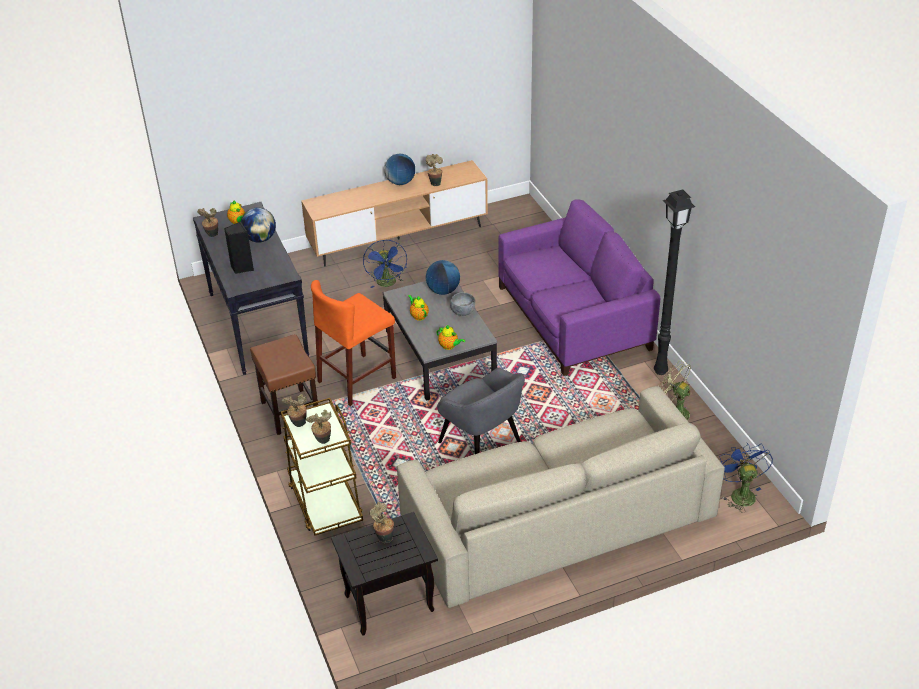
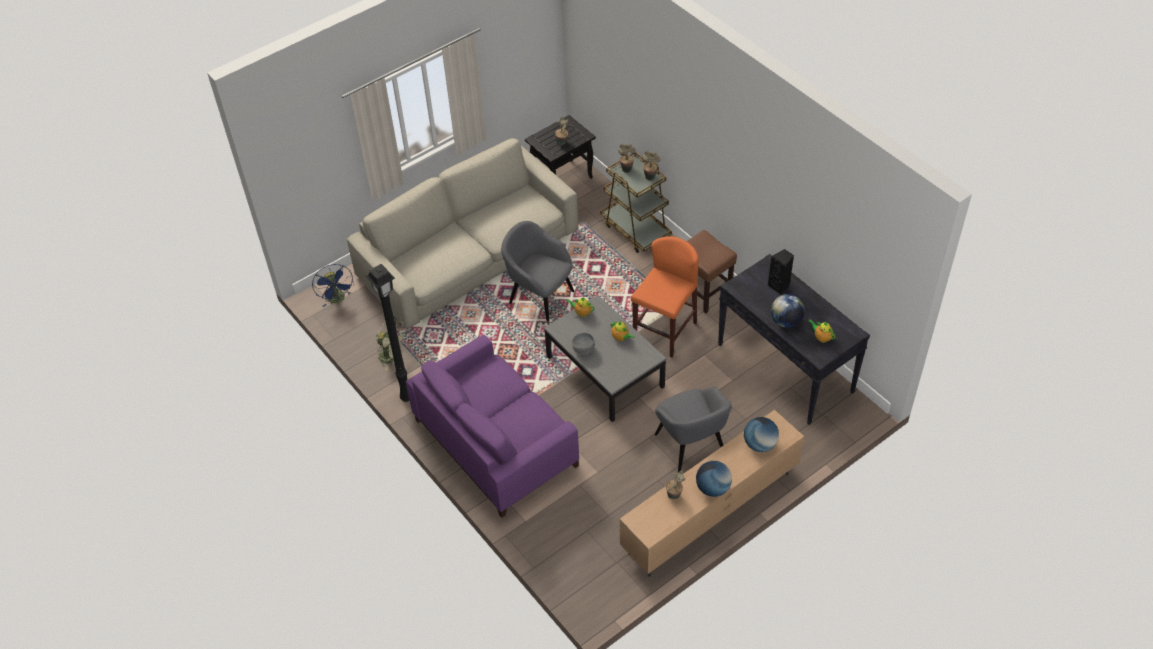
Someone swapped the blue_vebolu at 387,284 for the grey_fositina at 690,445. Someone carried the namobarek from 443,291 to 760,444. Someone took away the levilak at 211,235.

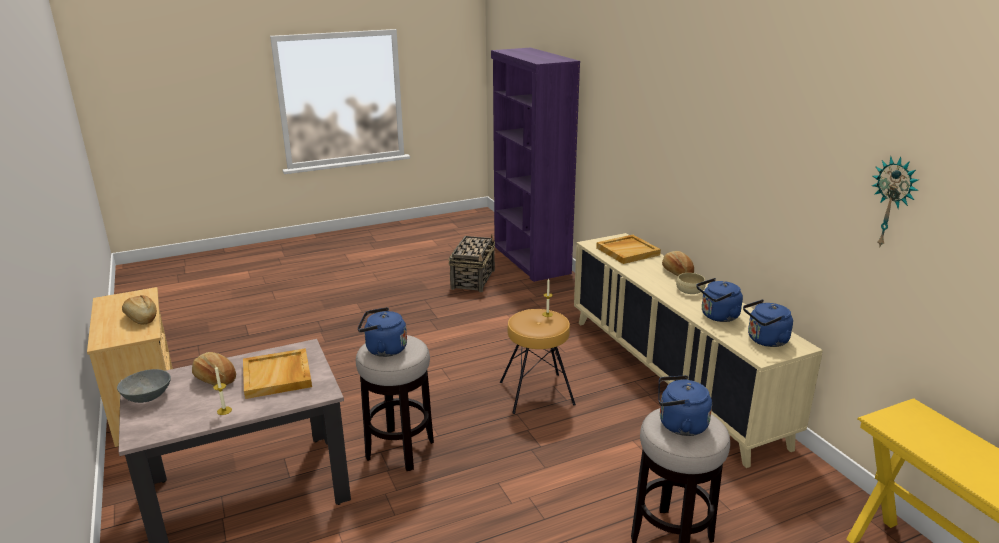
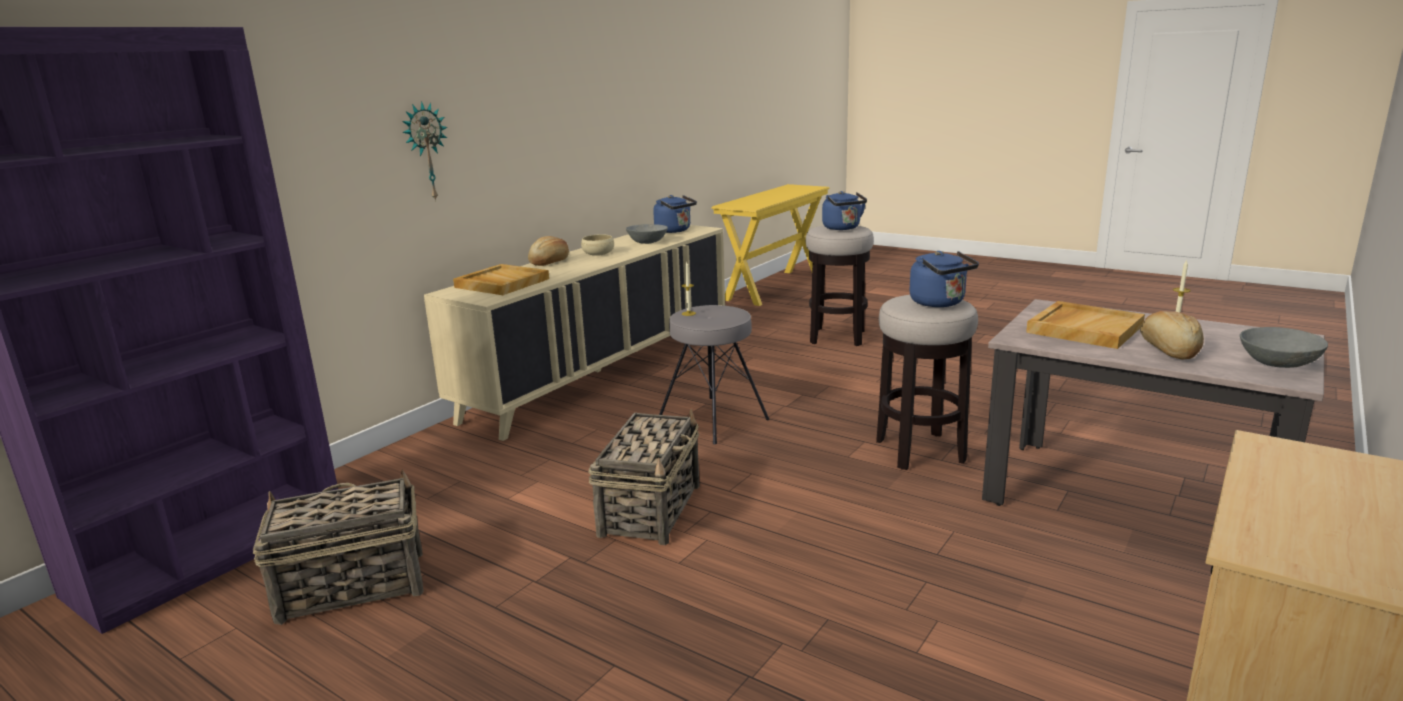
Someone carried the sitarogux from 892,202 to 425,152. Someone put down the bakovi at 651,509. Someone swapped the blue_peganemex at 717,316 for the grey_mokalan at 647,242. Someone repainted the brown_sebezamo at 537,393, which became the grey_sebezamo at 713,419. Someone took away the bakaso at 140,318.

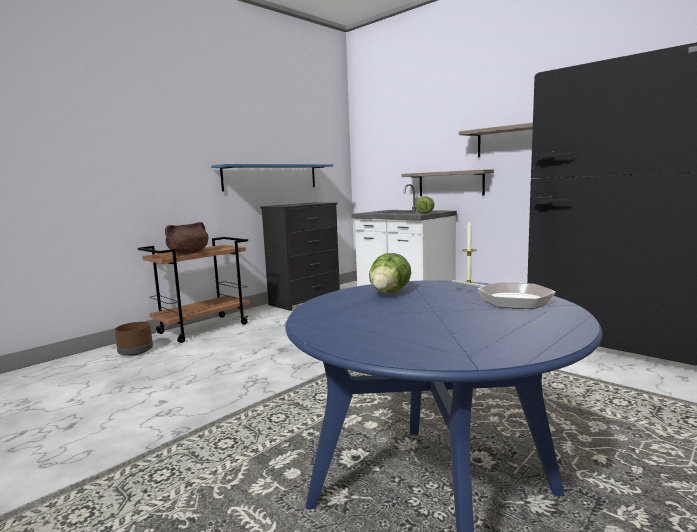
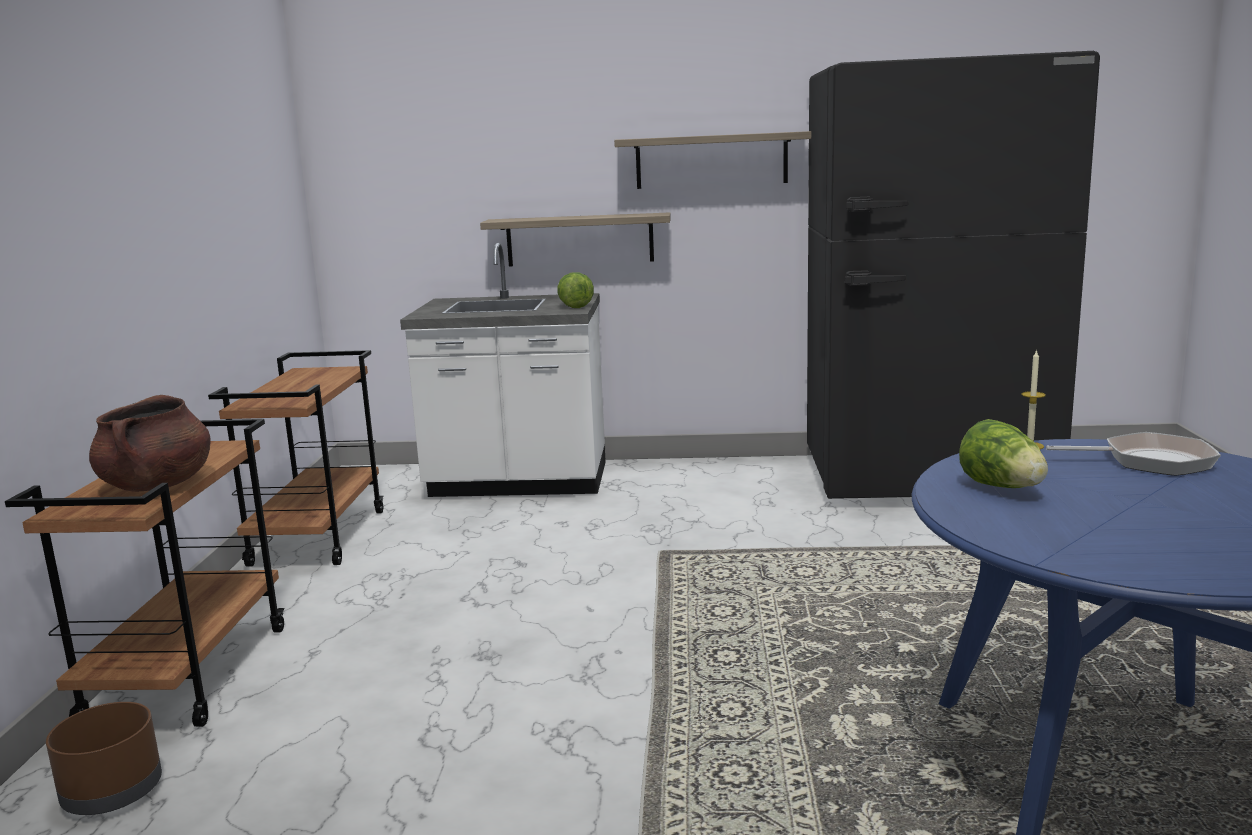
Someone swapped the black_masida at 306,300 for the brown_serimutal at 318,537. Someone took away the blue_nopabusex at 271,177.

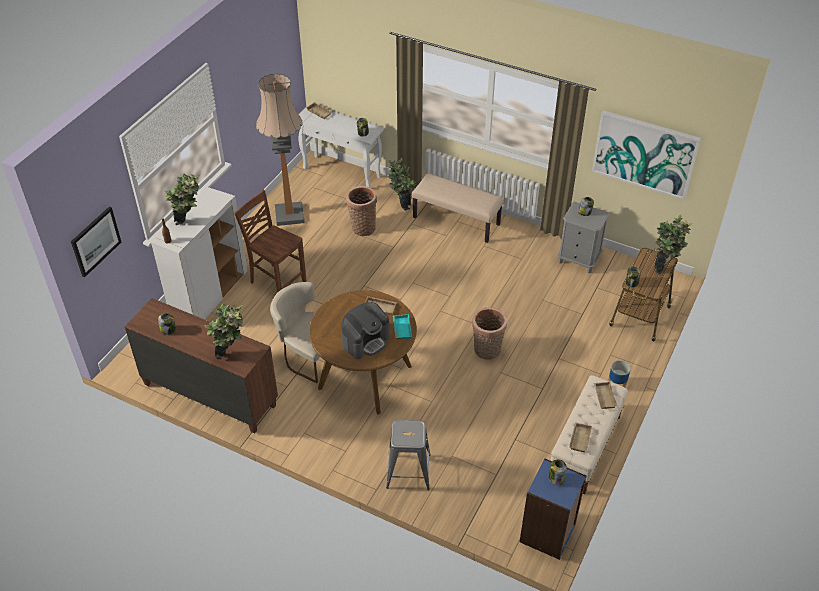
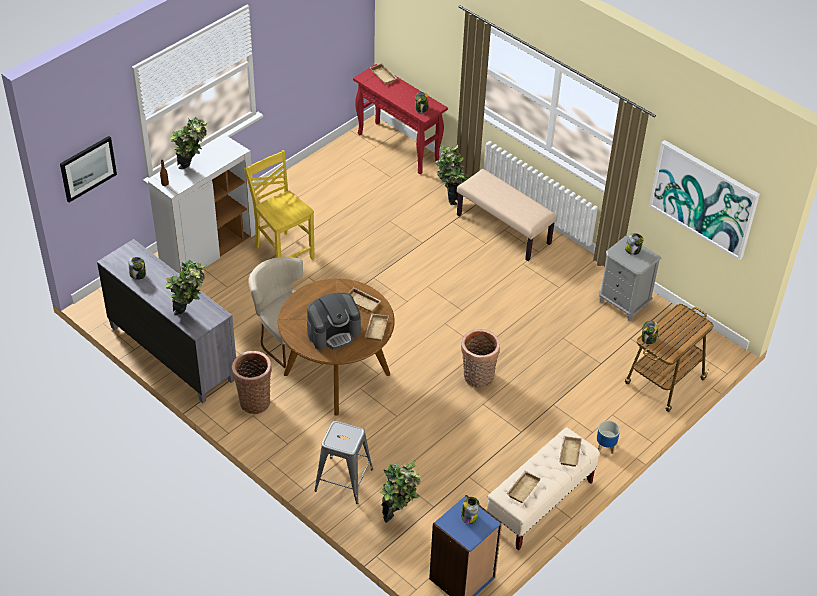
Someone repainted the brown_masida at 209,394, which became the grey_masida at 172,352. Someone carried the bakovi from 362,227 to 254,400. Someone repainted the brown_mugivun at 277,282, which became the yellow_mugivun at 283,252. Someone repainted the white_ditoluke at 342,173, which became the red_ditoluke at 399,148. Someone repainted the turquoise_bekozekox at 401,328, which became the beige_bekozekox at 375,329. Someone carried the levilak from 665,266 to 398,514. Someone took away the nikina at 289,215.

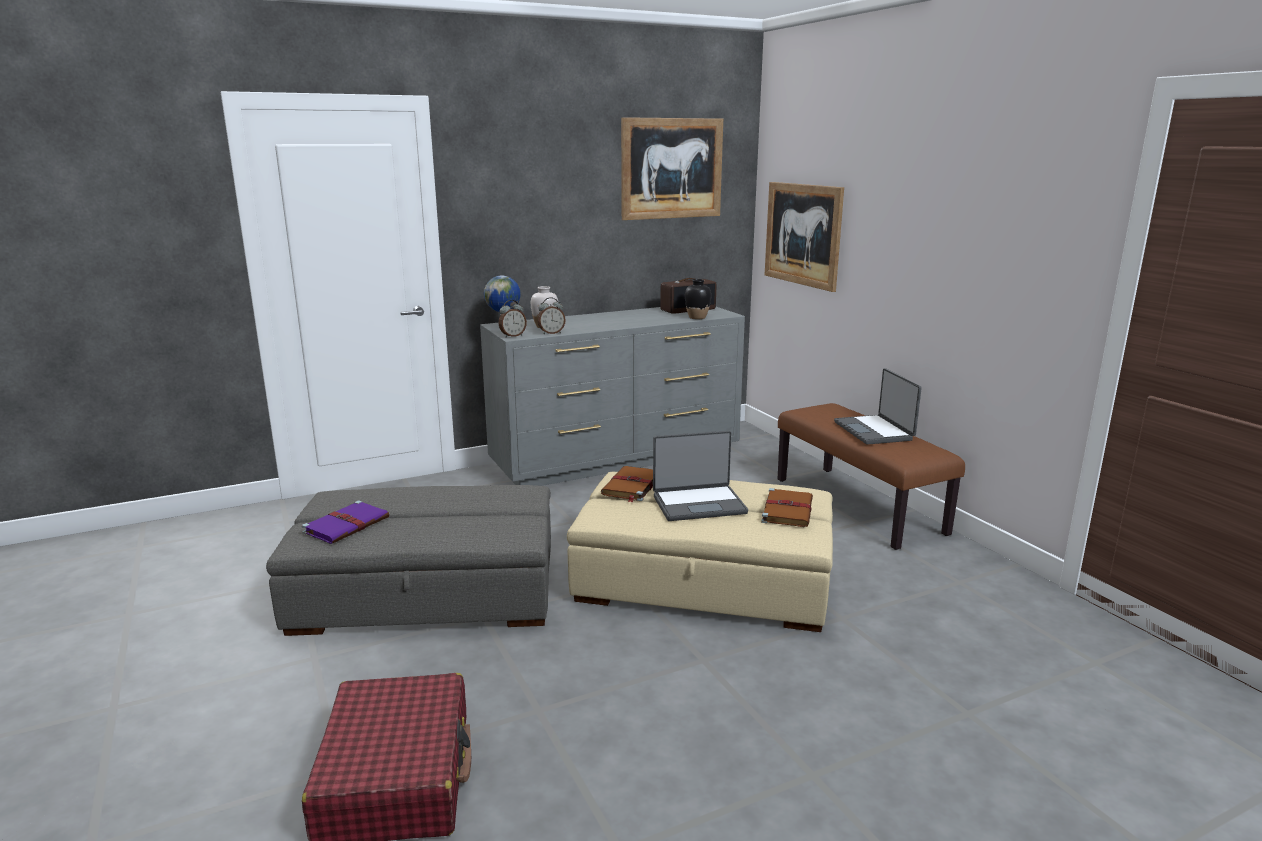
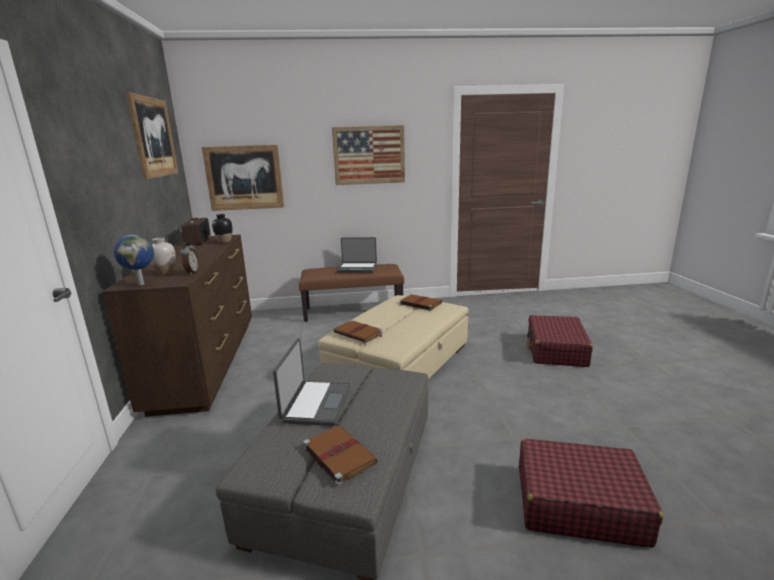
Someone repainted the grey_masida at 618,458, which became the brown_masida at 207,362. Someone carried the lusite from 699,504 to 315,403. Someone repainted the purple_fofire at 347,525, which became the brown_fofire at 338,455. Someone put up the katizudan at 369,155. Someone put down the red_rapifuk at 556,350. Someone took away the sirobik at 512,336.

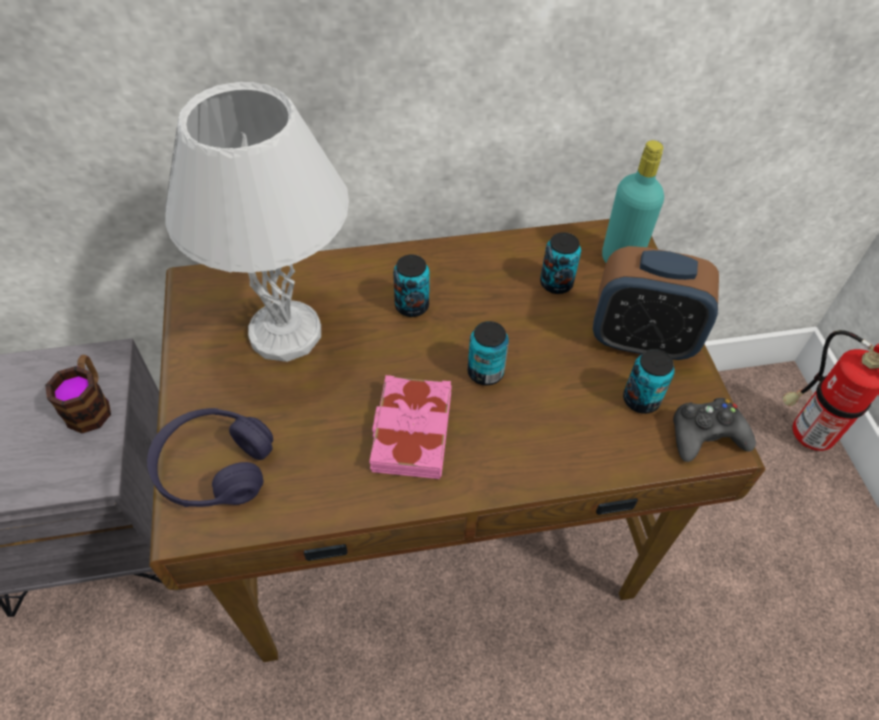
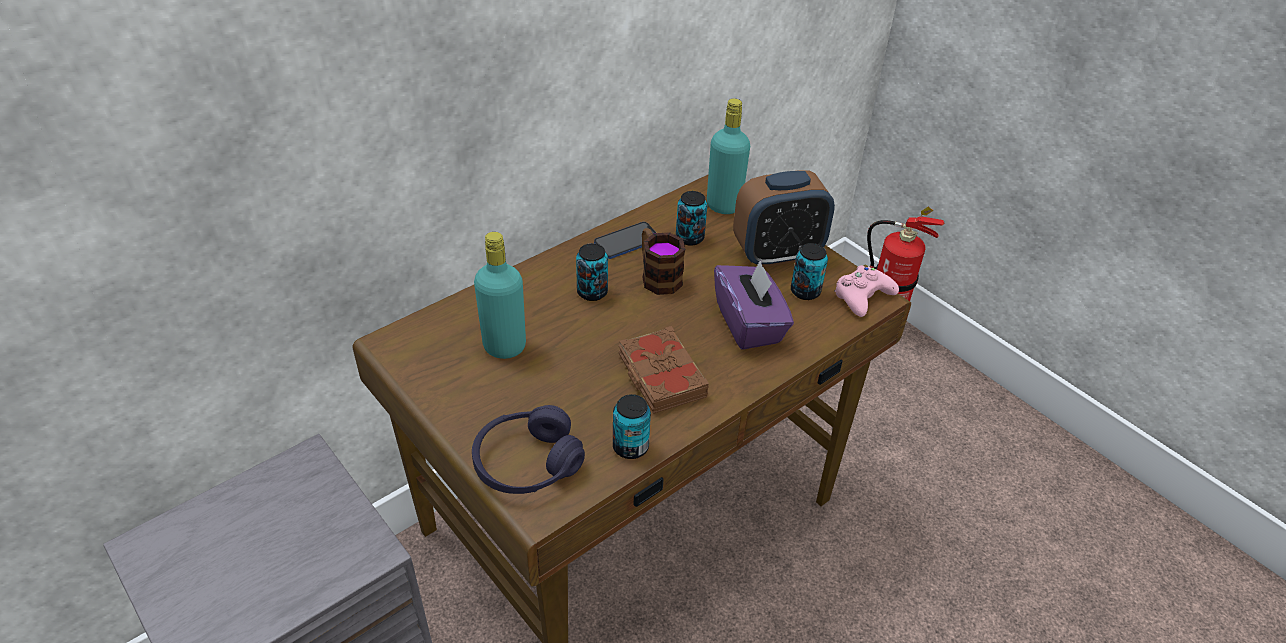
Someone swapped the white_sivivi at 287,330 for the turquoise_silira at 504,347. Someone put down the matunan at 627,242. Someone carried the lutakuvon from 485,372 to 630,447. Someone repainted the pink_fofire at 410,432, which became the brown_fofire at 661,376. Someone carried the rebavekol from 91,405 to 657,276. Someone put down the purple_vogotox at 749,324. Someone repainted the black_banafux at 706,435, which became the pink_banafux at 862,296.

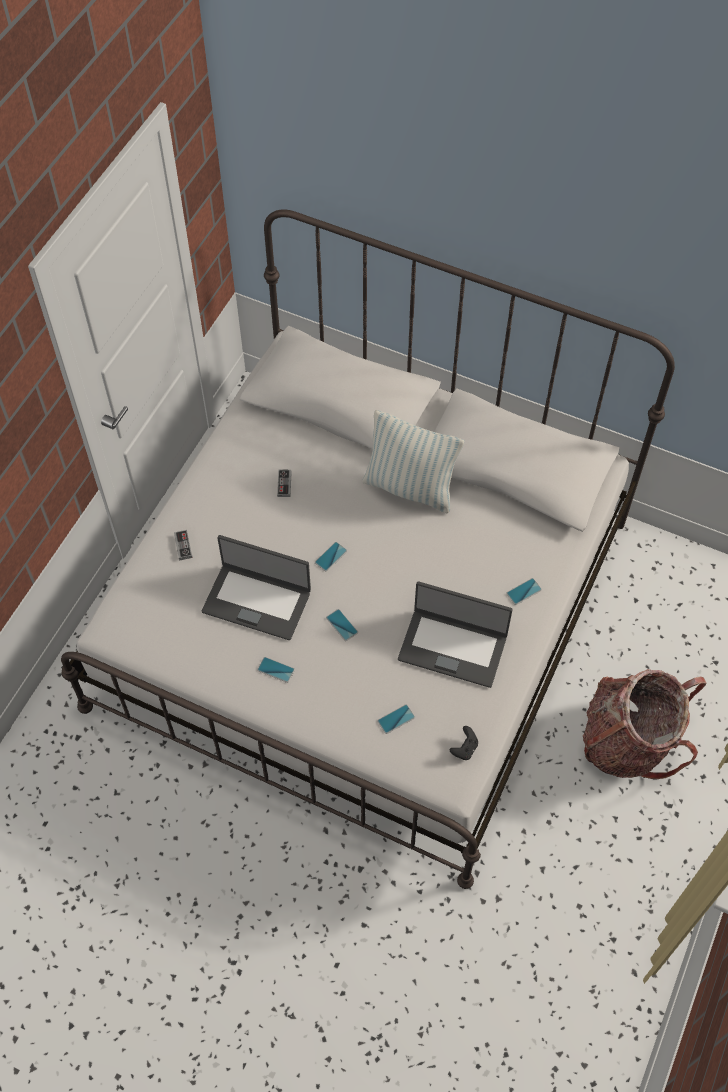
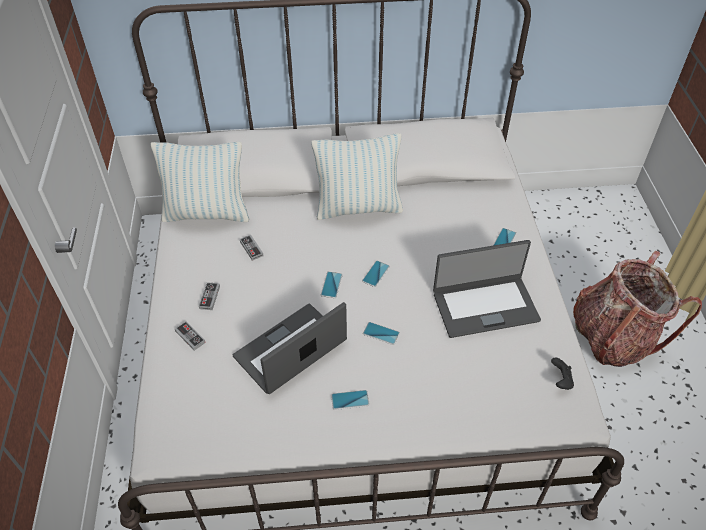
Someone put down the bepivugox at 207,213. Someone put down the banafux at 209,297. Someone rotated the lusite at 257,601 by 150 degrees clockwise. Someone carried the matunan from 396,719 to 376,274.

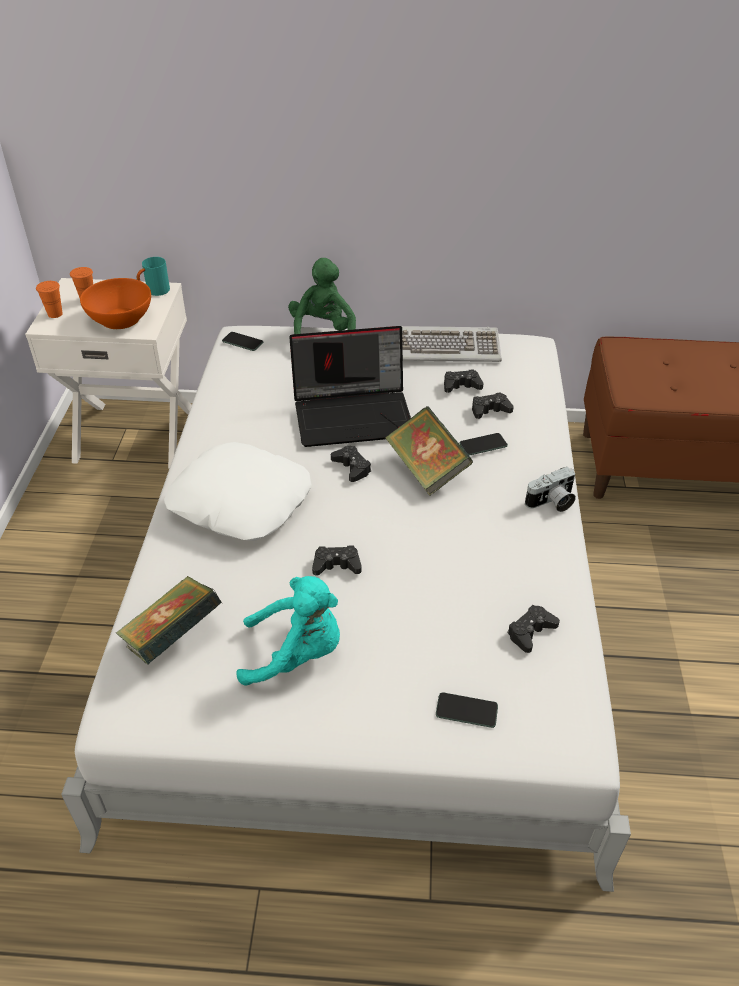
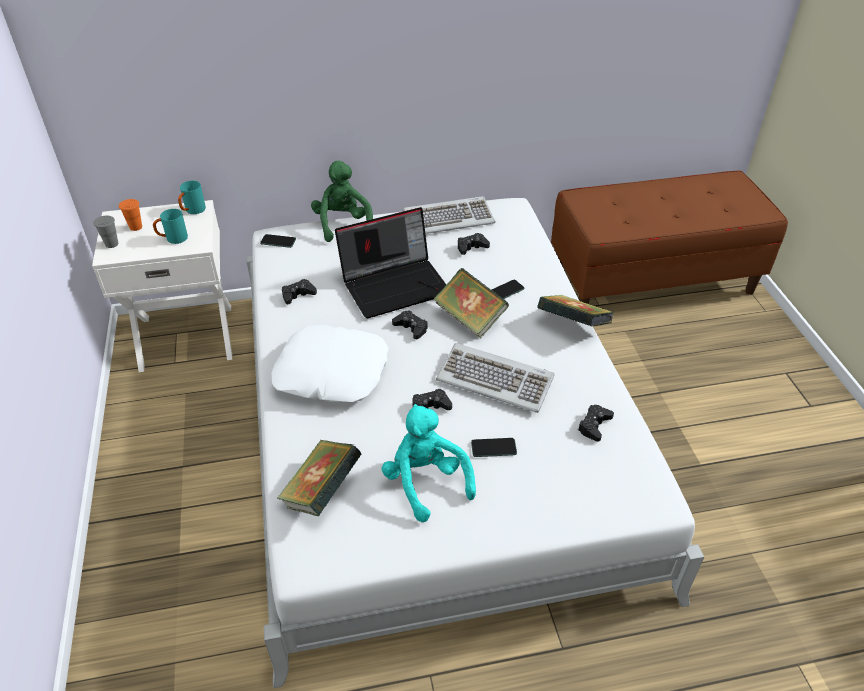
Someone repainted the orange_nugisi at 55,314, which became the grey_nugisi at 111,244. Someone swapped the orange_mokalan at 120,319 for the turquoise_rebavekol at 173,239. Someone carried the black_banafux from 490,410 to 298,295. Someone rotated the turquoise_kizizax at 296,654 by 105 degrees counterclockwise. Someone put down the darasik at 495,380. Someone carried the matunan from 466,710 to 493,448. Someone swapped the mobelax at 551,502 for the fofire at 572,326.

